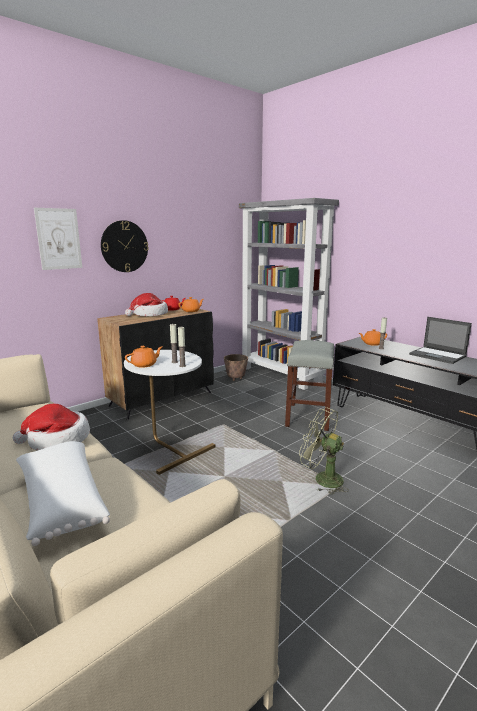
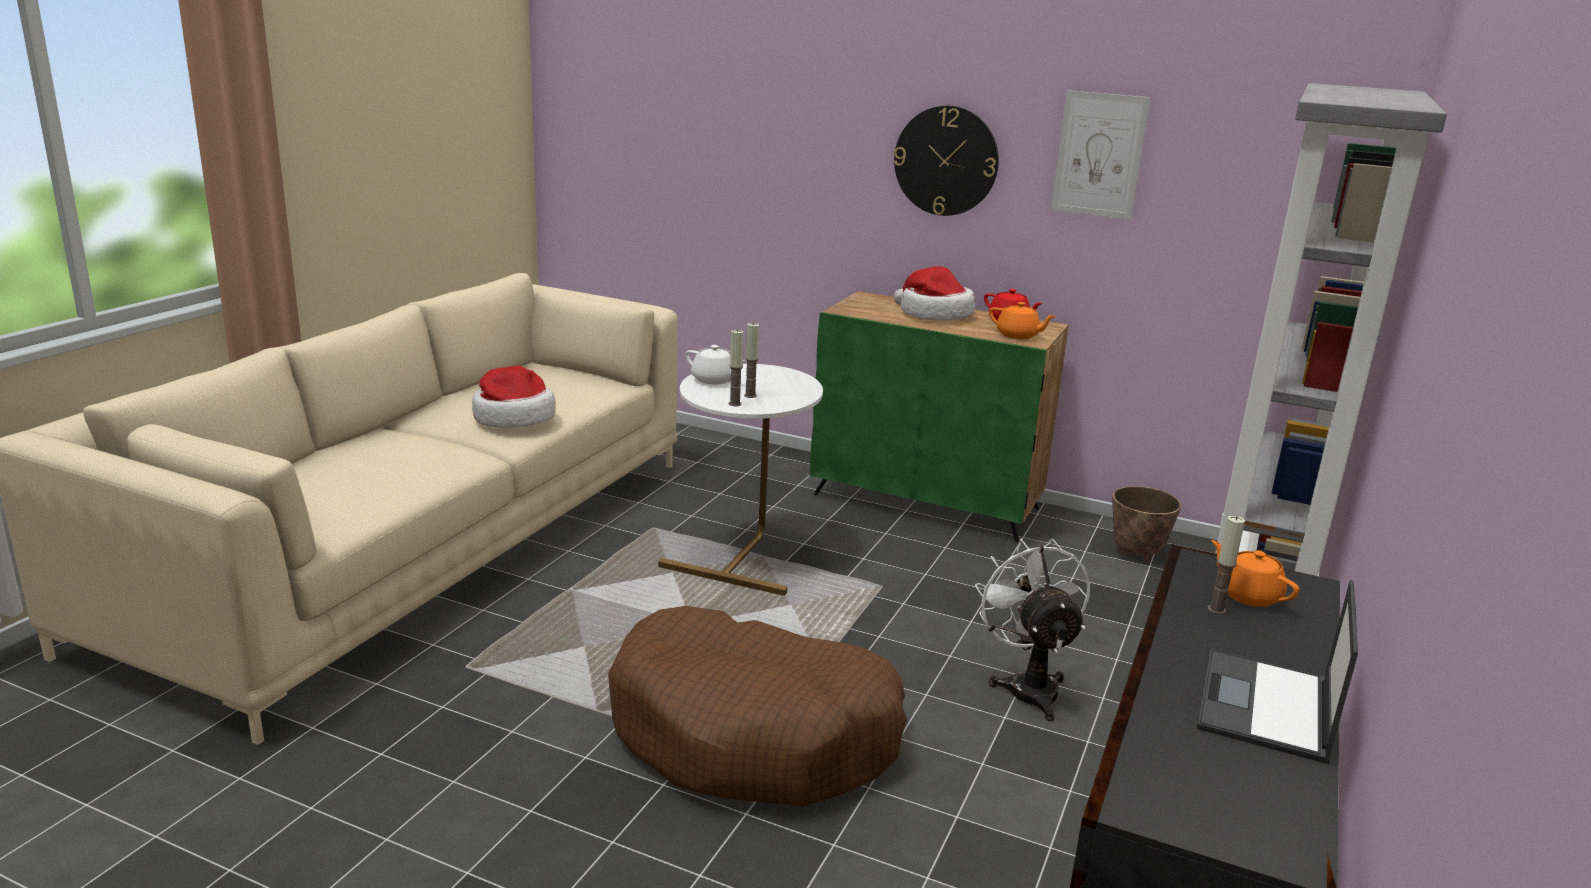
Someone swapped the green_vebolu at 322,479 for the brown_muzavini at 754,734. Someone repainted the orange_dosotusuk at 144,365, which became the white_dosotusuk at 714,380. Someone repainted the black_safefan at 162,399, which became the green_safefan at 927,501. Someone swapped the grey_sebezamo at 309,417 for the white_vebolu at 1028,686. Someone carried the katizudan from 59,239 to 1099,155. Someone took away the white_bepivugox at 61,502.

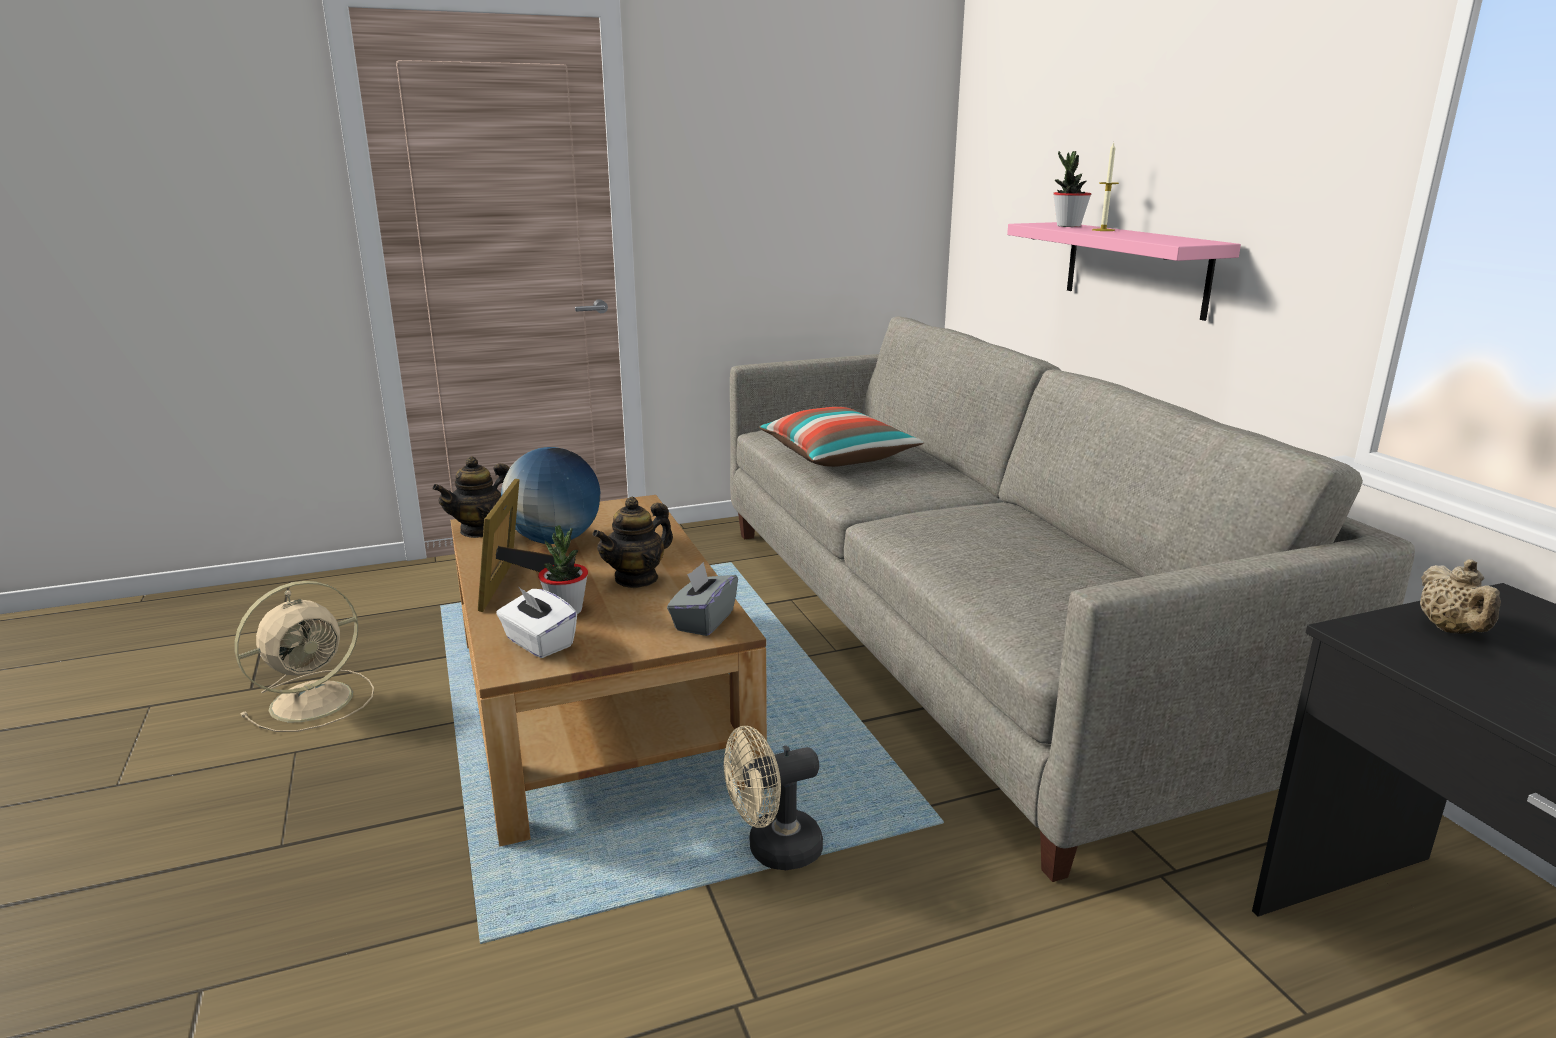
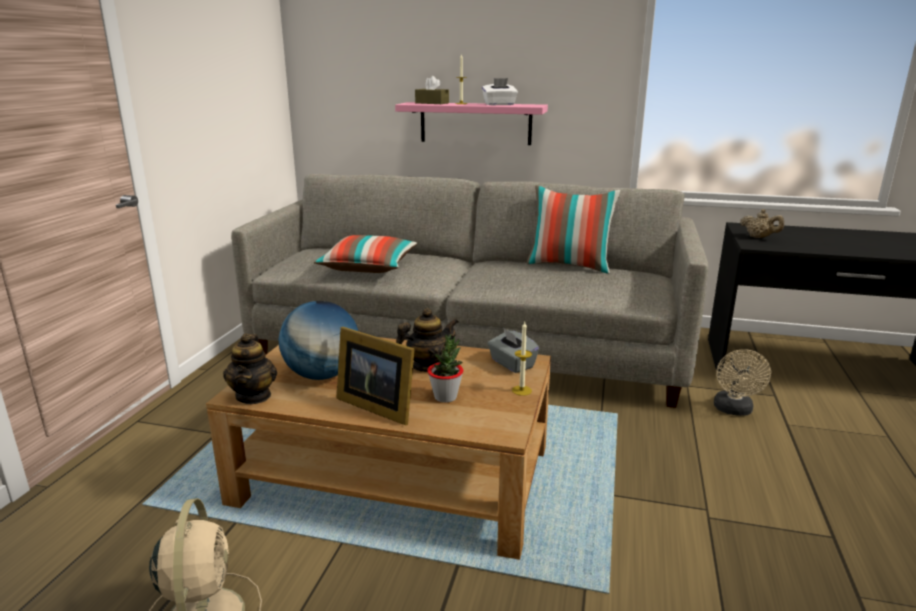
Someone rotated the dosotusuk at 637,578 by 105 degrees counterclockwise. Someone swapped the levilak at 1068,226 for the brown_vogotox at 432,103. Someone carried the white_vogotox from 538,643 to 499,104. Someone put down the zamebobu at 521,390. Someone put down the bepivugox at 569,266. Someone carried the beige_vebolu from 773,850 to 734,410.

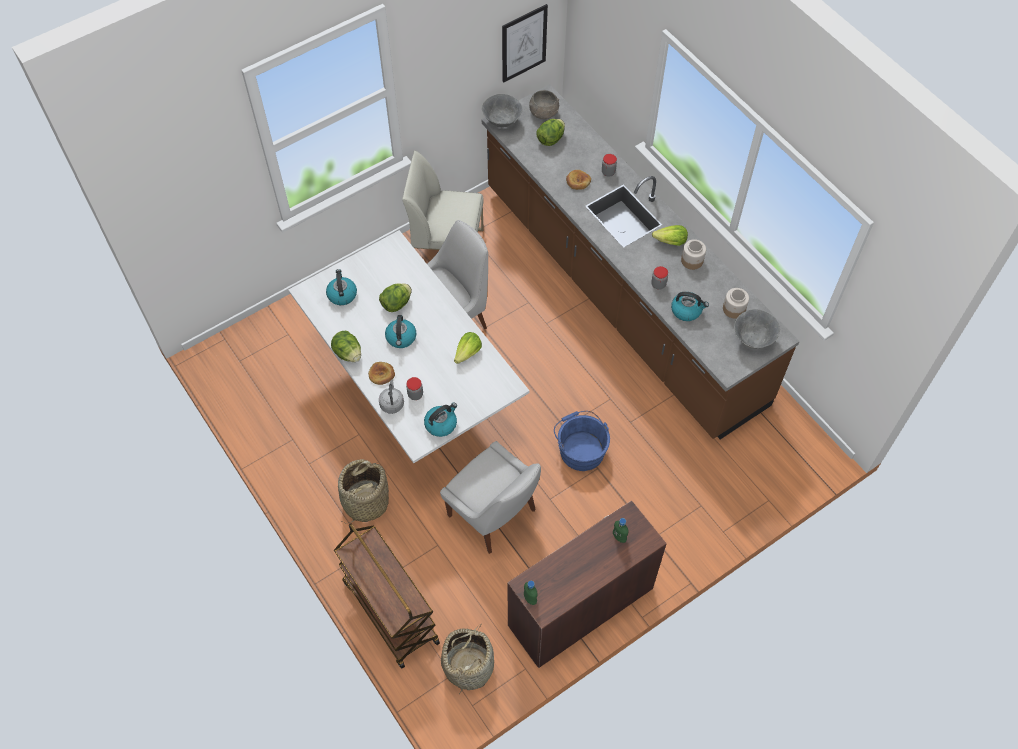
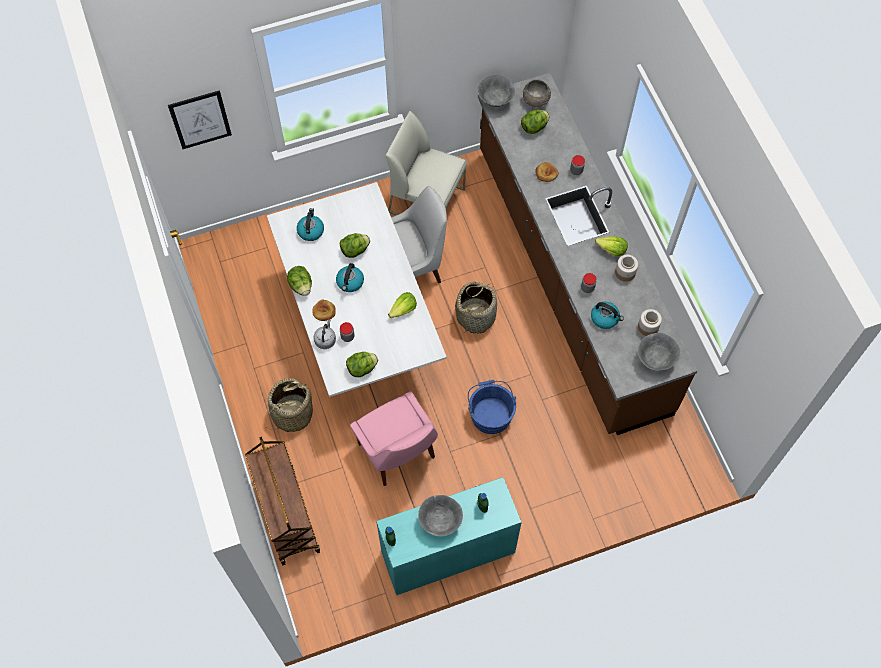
Someone carried the katizudan from 524,43 to 200,119. Someone swapped the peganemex at 441,424 for the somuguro at 362,368. Someone repainted the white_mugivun at 494,515, which became the pink_mugivun at 398,453. Someone repainted the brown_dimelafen at 579,606, which became the turquoise_dimelafen at 447,551. Someone put down the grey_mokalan at 440,521. Someone carried the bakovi from 469,665 to 476,316.

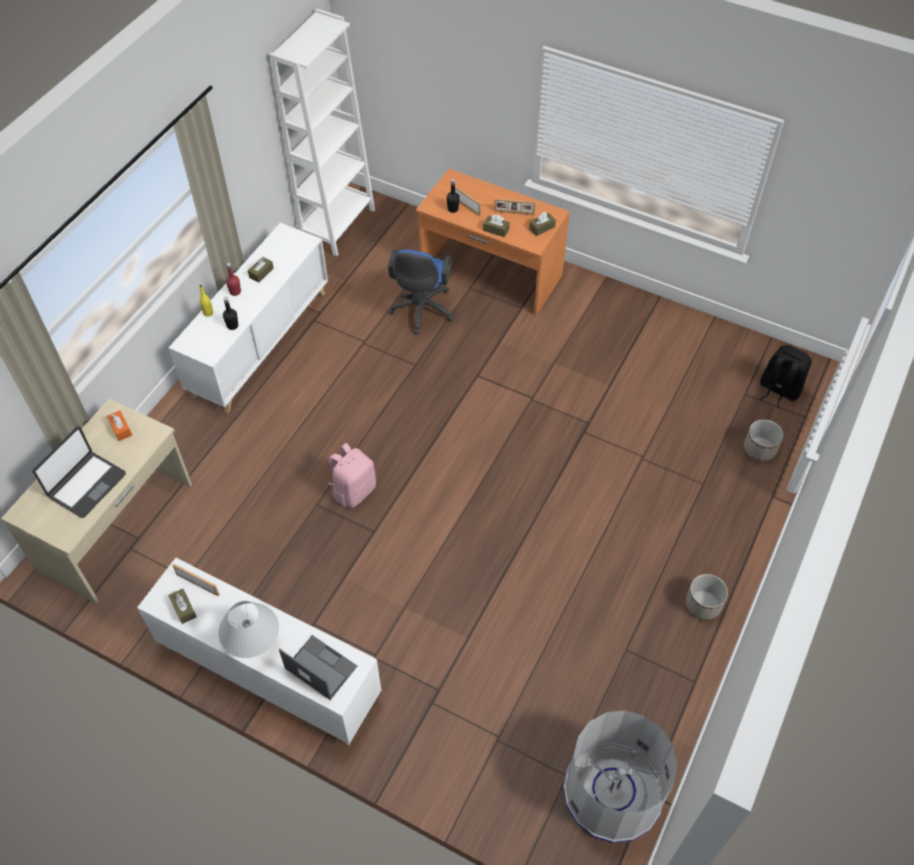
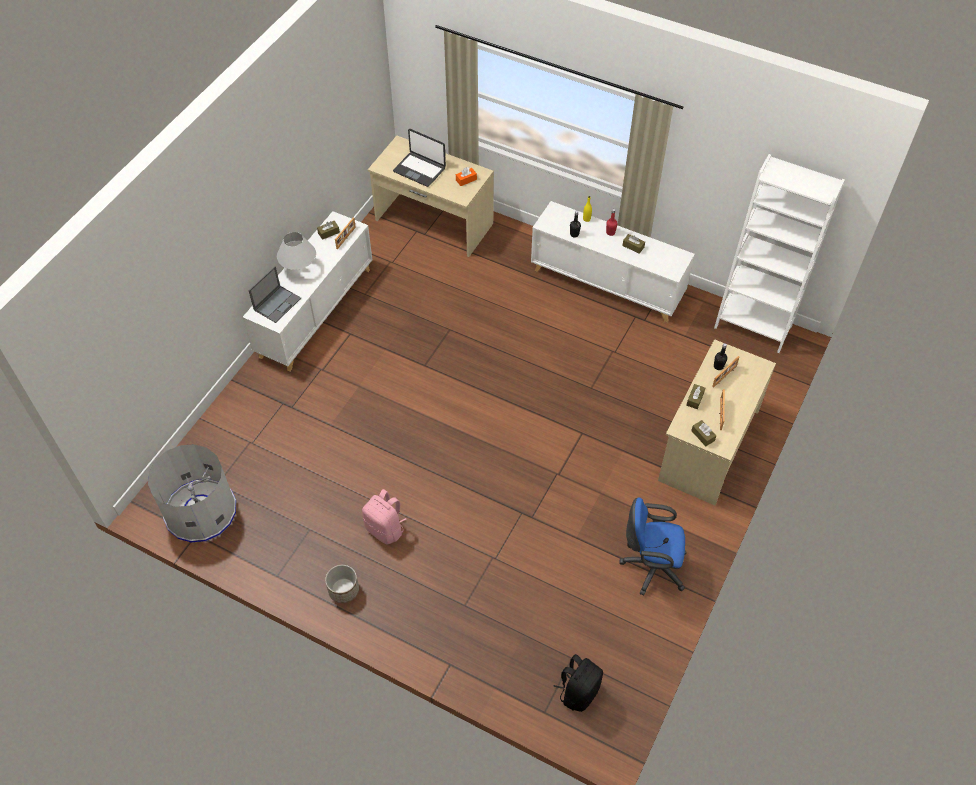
Someone carried the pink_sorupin from 354,490 to 385,529. Someone carried the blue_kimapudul from 421,312 to 650,566. Someone repainted the orange_dimelafen at 490,274, which became the beige_dimelafen at 707,445. Someone took away the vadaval at 759,449.

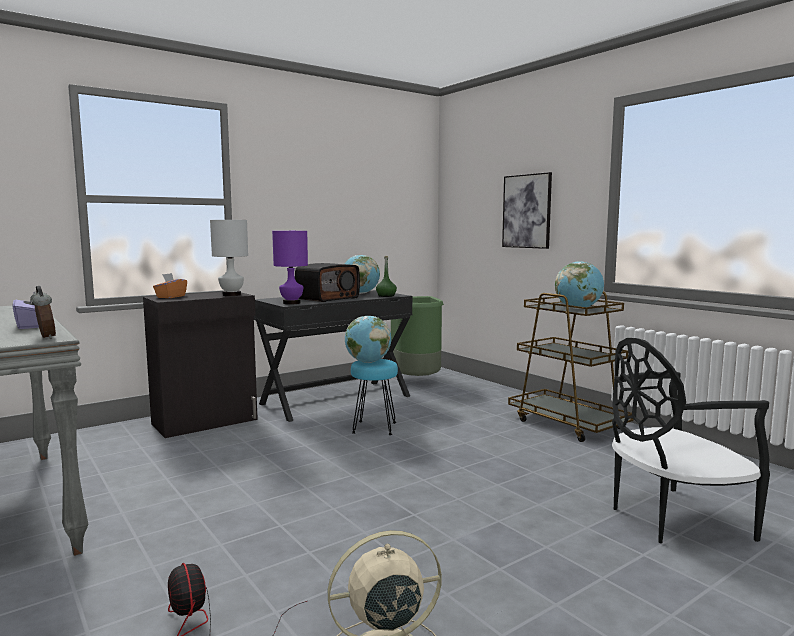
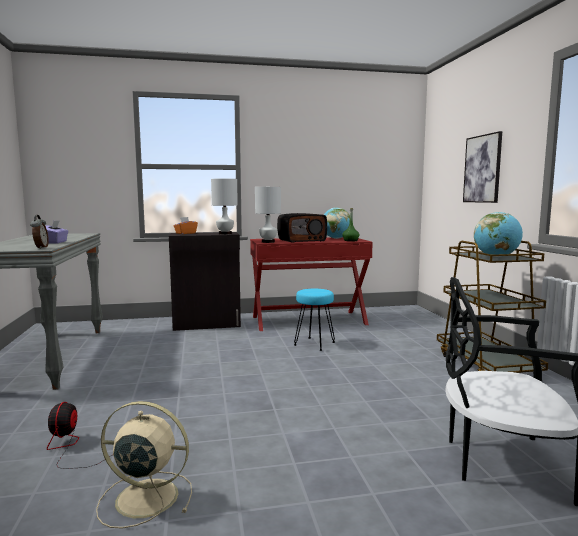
Someone repainted the black_dimelafen at 335,399, which became the red_dimelafen at 308,320. Someone repainted the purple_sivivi at 291,303, which became the white_sivivi at 268,242. Someone took away the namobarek at 367,362. Someone took away the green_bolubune at 417,380.

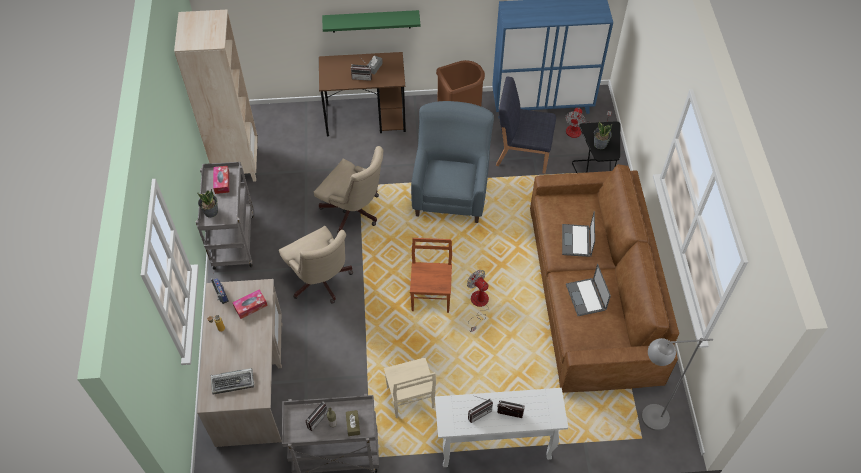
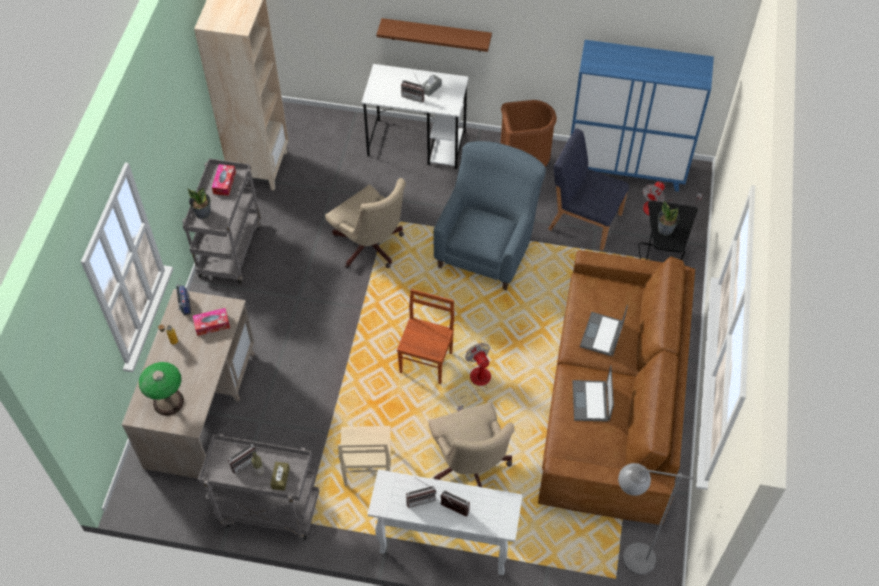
Someone swapped the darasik at 233,382 for the sivivi at 168,401. Someone repainted the brown_dimelafen at 366,118, which became the white_dimelafen at 417,144. Someone repainted the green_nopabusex at 371,21, which became the brown_nopabusex at 436,35. Someone carried the beige_kimapudul from 321,282 to 470,467.

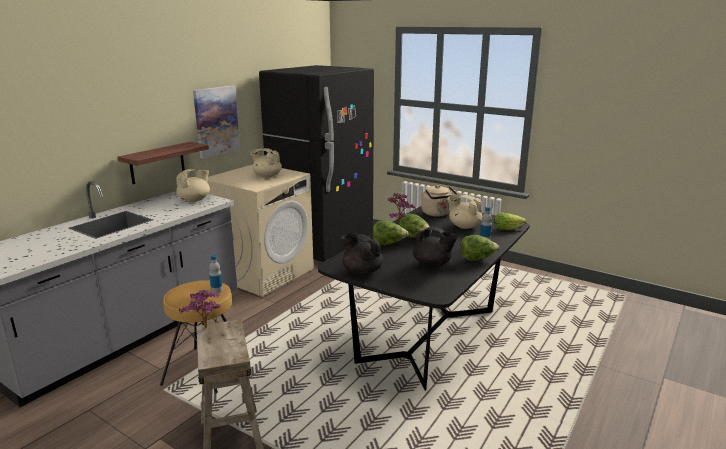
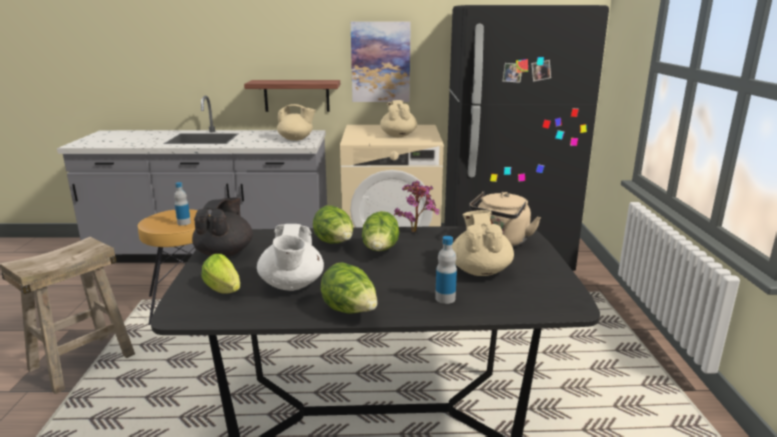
Someone carried the somuguro from 509,228 to 224,289. Someone repainted the black_dosotusuk at 432,264, which became the white_dosotusuk at 292,285. Someone took away the levilak at 205,329.

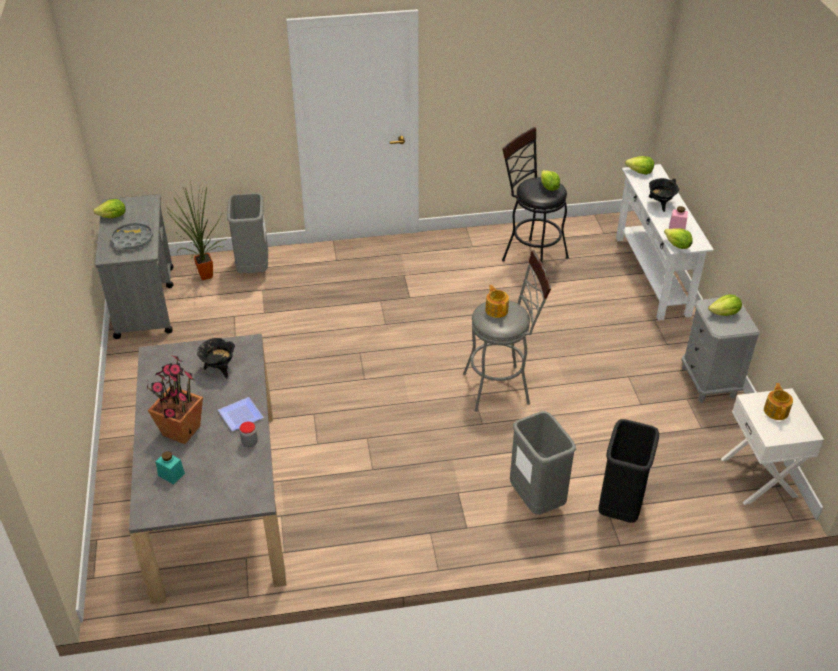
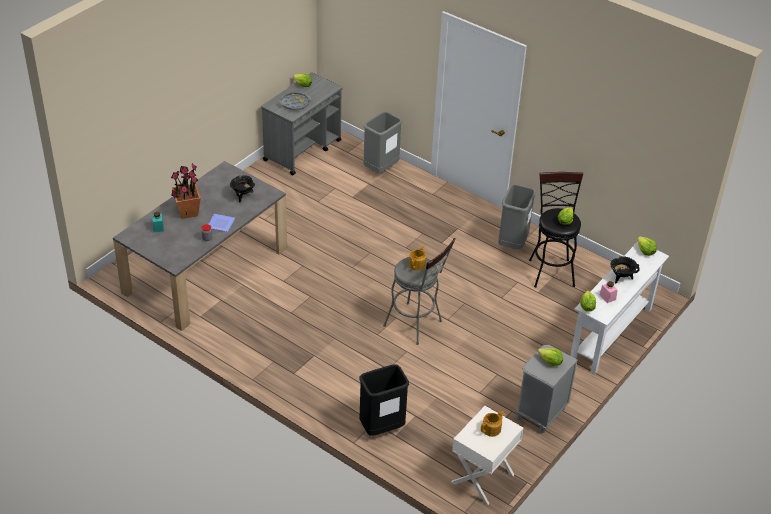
Someone carried the grey_bolubune from 536,499 to 512,243. Someone took away the levilak at 203,276.

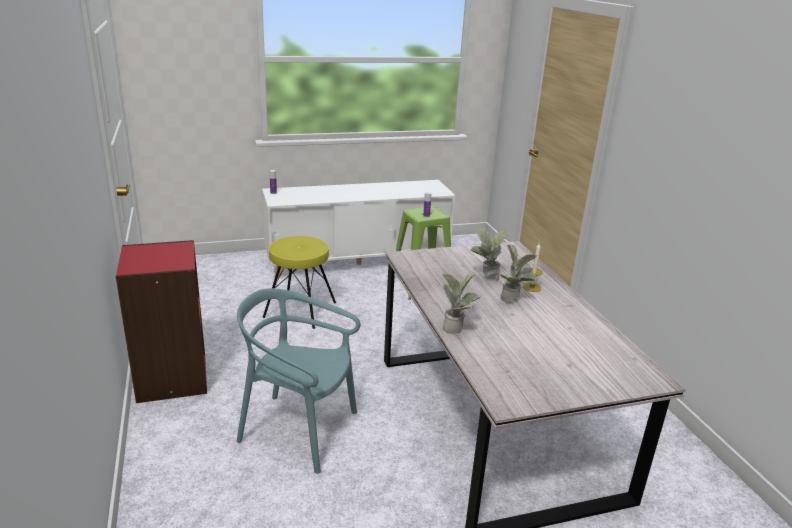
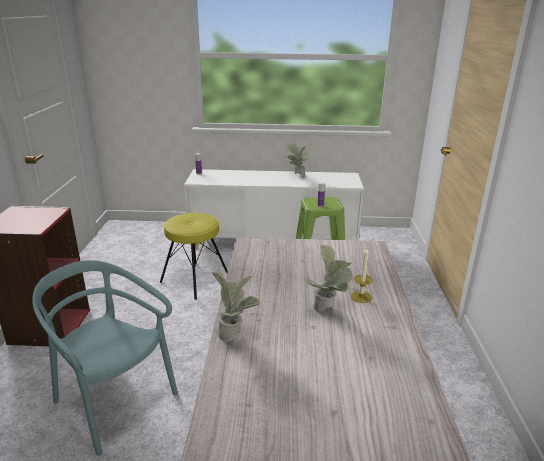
Someone carried the levilak from 486,278 to 297,176.

